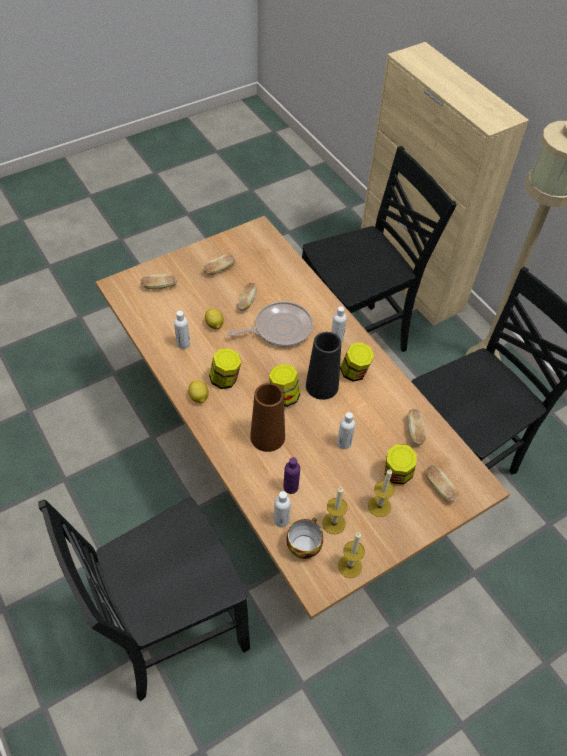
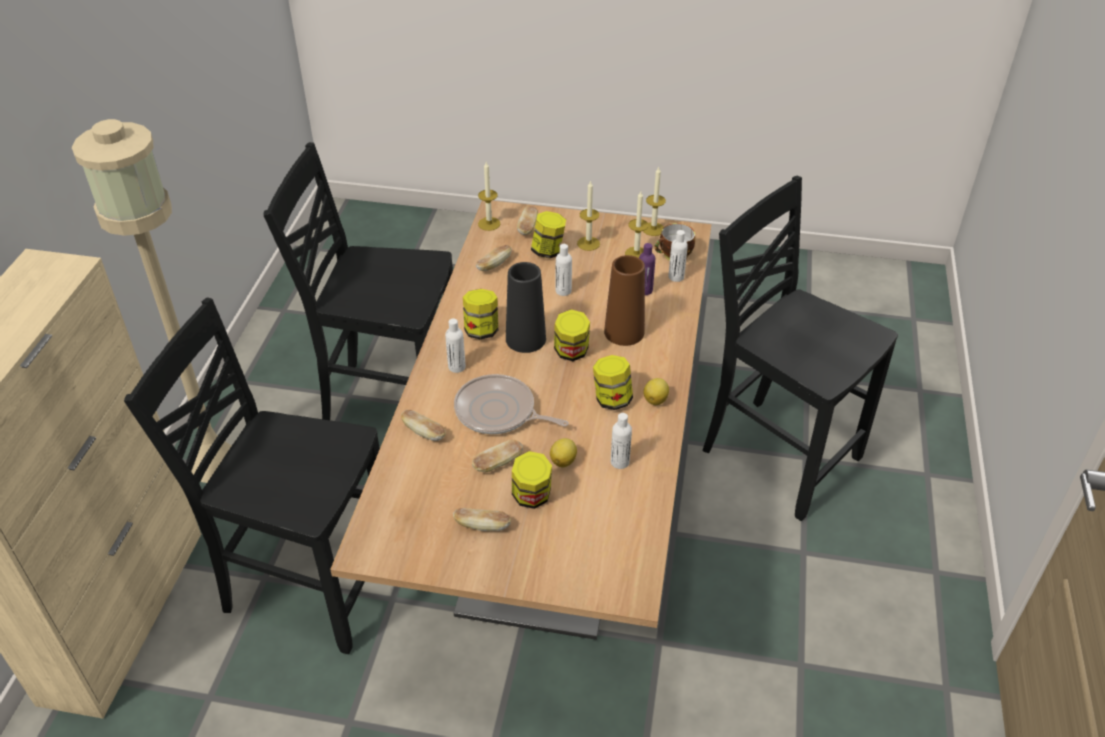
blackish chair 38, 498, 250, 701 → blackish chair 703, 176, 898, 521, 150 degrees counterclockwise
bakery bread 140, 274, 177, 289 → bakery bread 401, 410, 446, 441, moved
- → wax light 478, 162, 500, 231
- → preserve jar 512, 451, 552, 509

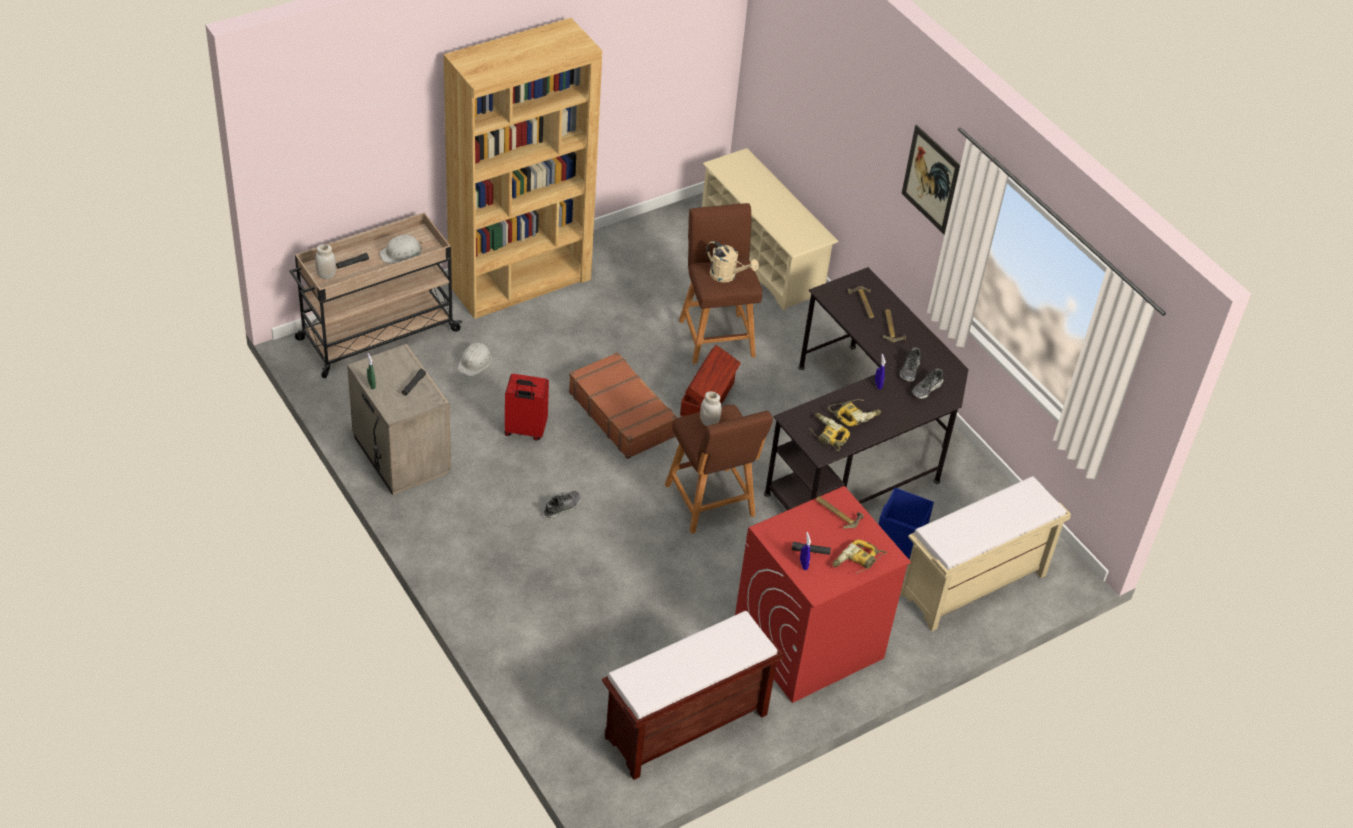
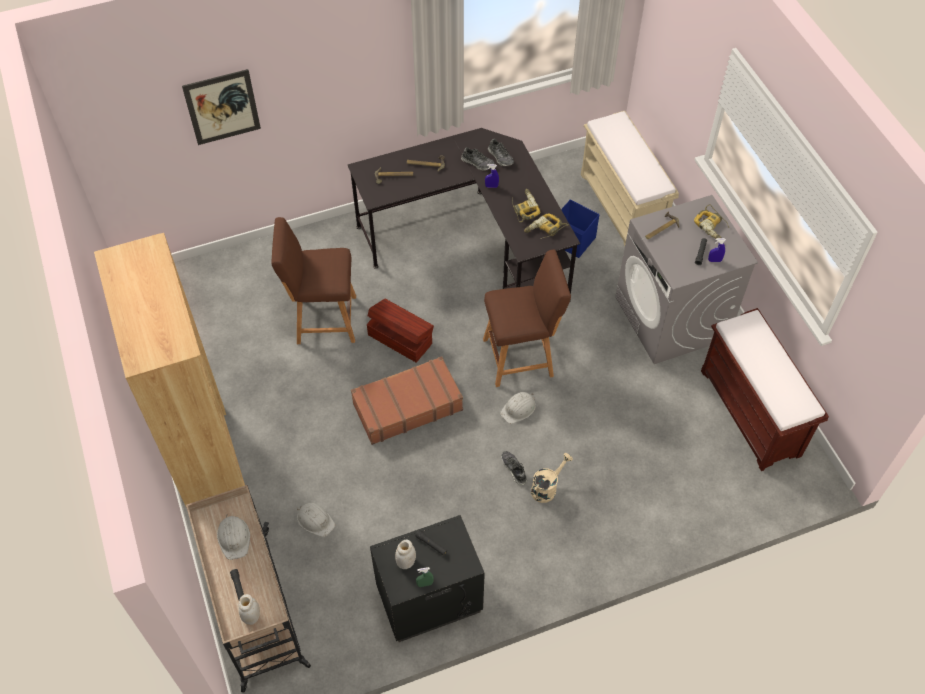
beige bedside table 347, 344, 451, 495 → blackish bedside table 370, 515, 485, 642
red travel case 504, 374, 549, 440 → -
white-coloured preserve jar 700, 391, 721, 426 → white-coloured preserve jar 395, 540, 416, 569, moved
beige shoe rack 702, 148, 839, 311 → -
beige watering can 707, 241, 759, 283 → beige watering can 531, 453, 573, 503, moved
red laundry appliance 735, 486, 911, 703 → greyish laundry appliance 615, 195, 758, 364
wall picture 901, 125, 960, 235 → wall picture 182, 69, 261, 145, moved
- → white-coloured work helmet 500, 392, 536, 424

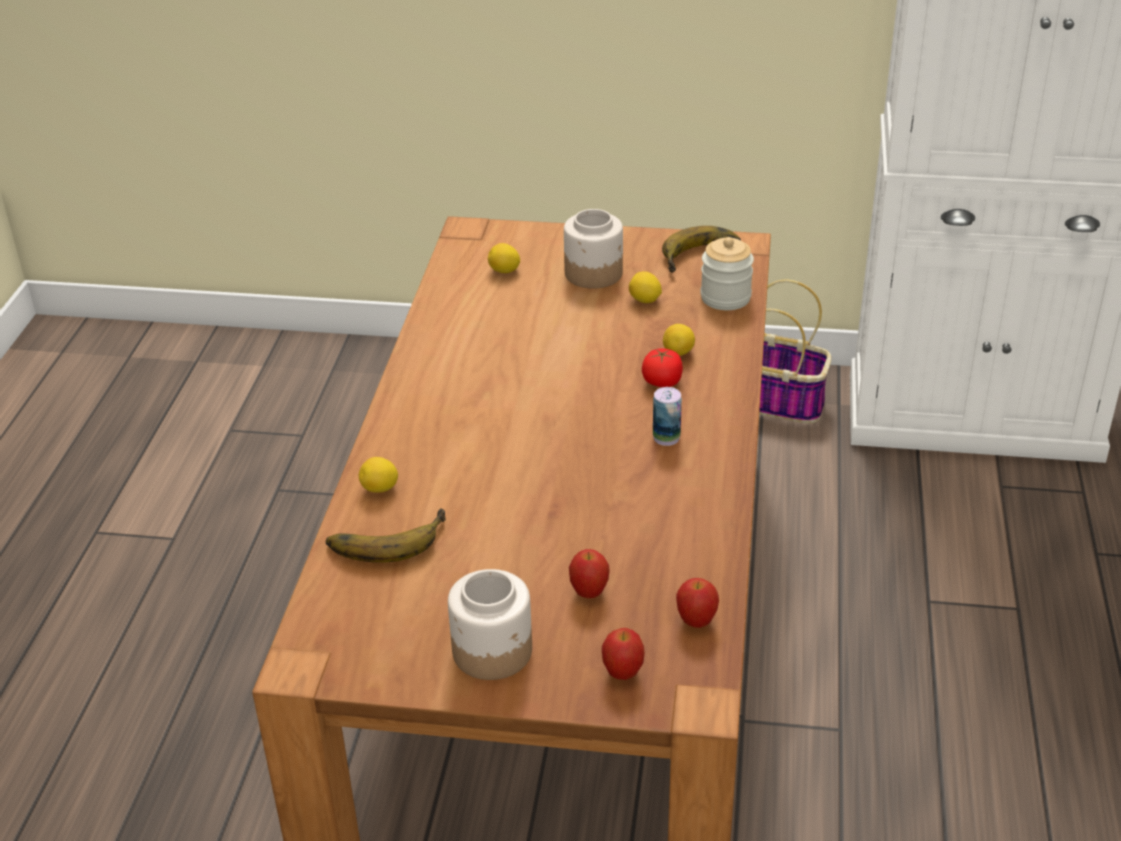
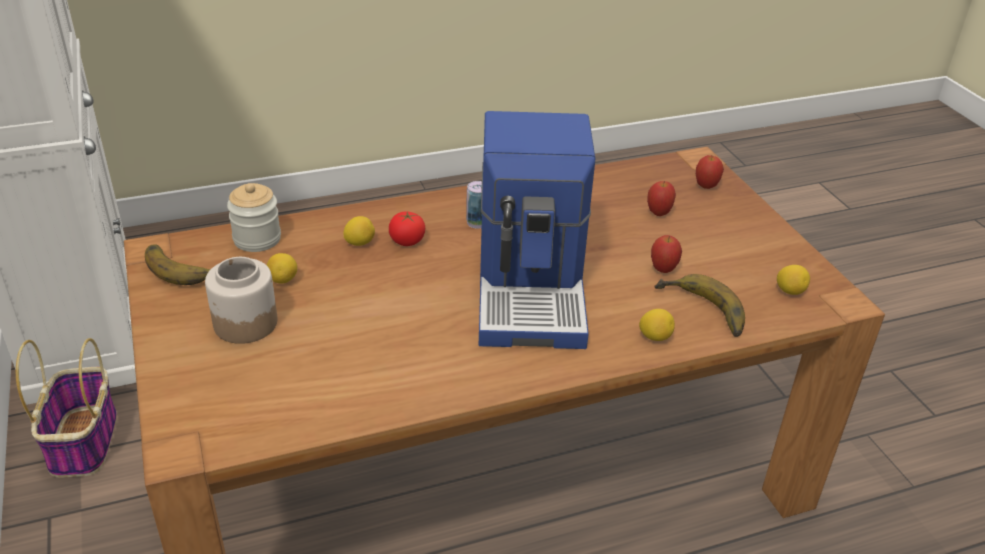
preserve jar 448, 569, 532, 680 → -
whole lemon 488, 243, 520, 273 → whole lemon 777, 265, 810, 295, moved
whole apple 676, 578, 719, 628 → whole apple 651, 235, 682, 273, moved
- → coffee brewer 479, 111, 595, 349

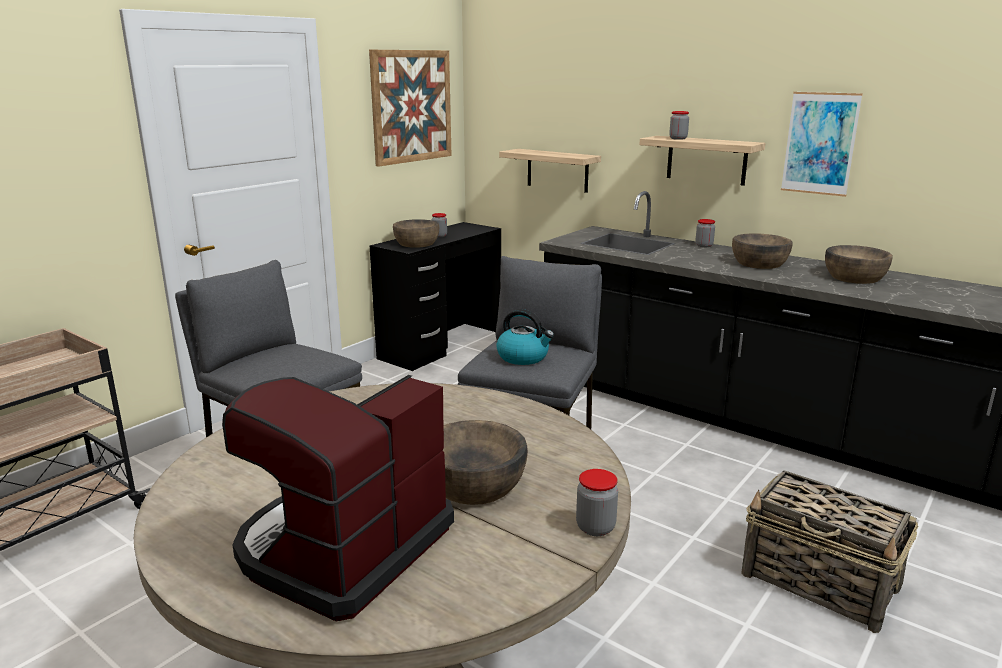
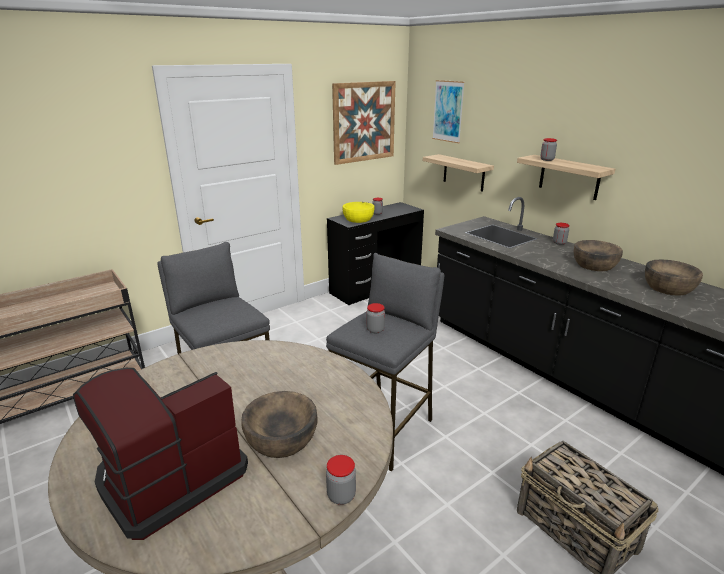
brownish deep dish 393, 219, 439, 248 → yellow deep dish 342, 202, 375, 223
kettle 496, 309, 554, 365 → preserve jar 366, 303, 385, 333
wall picture 781, 92, 863, 197 → wall picture 432, 80, 465, 143, moved

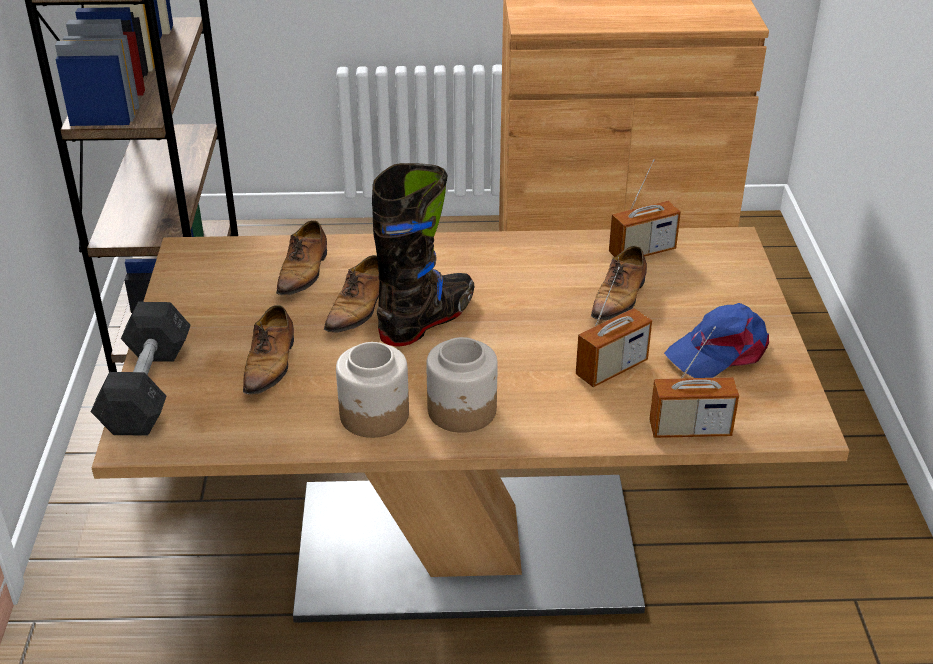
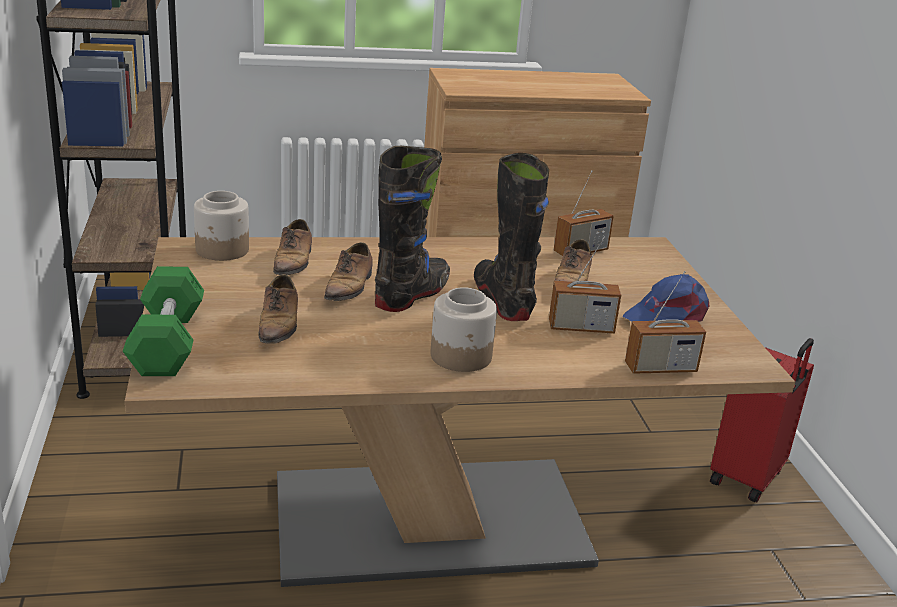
greyish free weight 91, 302, 191, 436 → green free weight 123, 266, 204, 376
preserve jar 336, 342, 409, 438 → preserve jar 194, 191, 249, 261, moved
radio 576, 267, 652, 387 → radio 549, 236, 621, 333, 45 degrees clockwise
- → blackish boot 474, 153, 549, 321
- → red travel case 710, 338, 814, 502

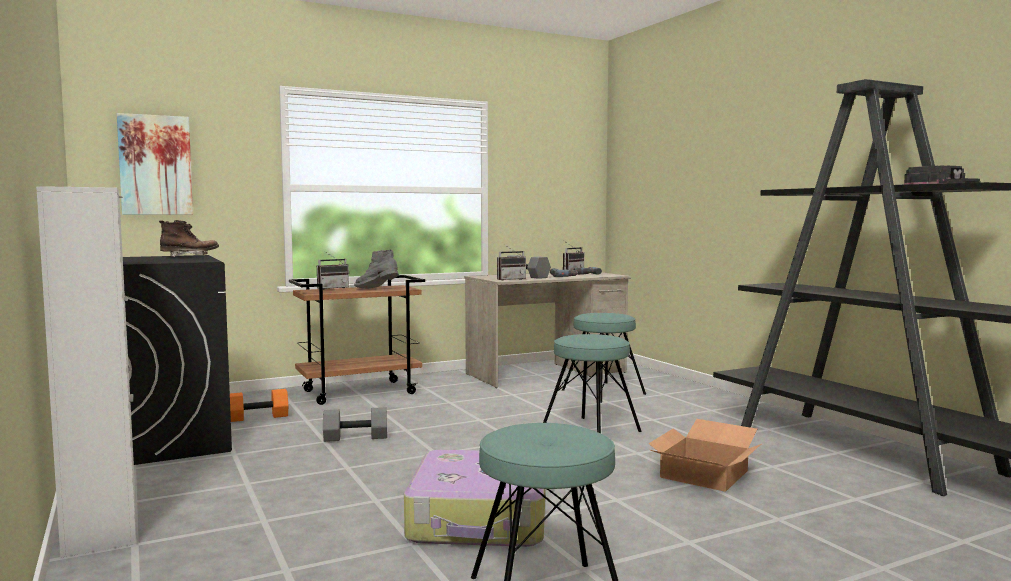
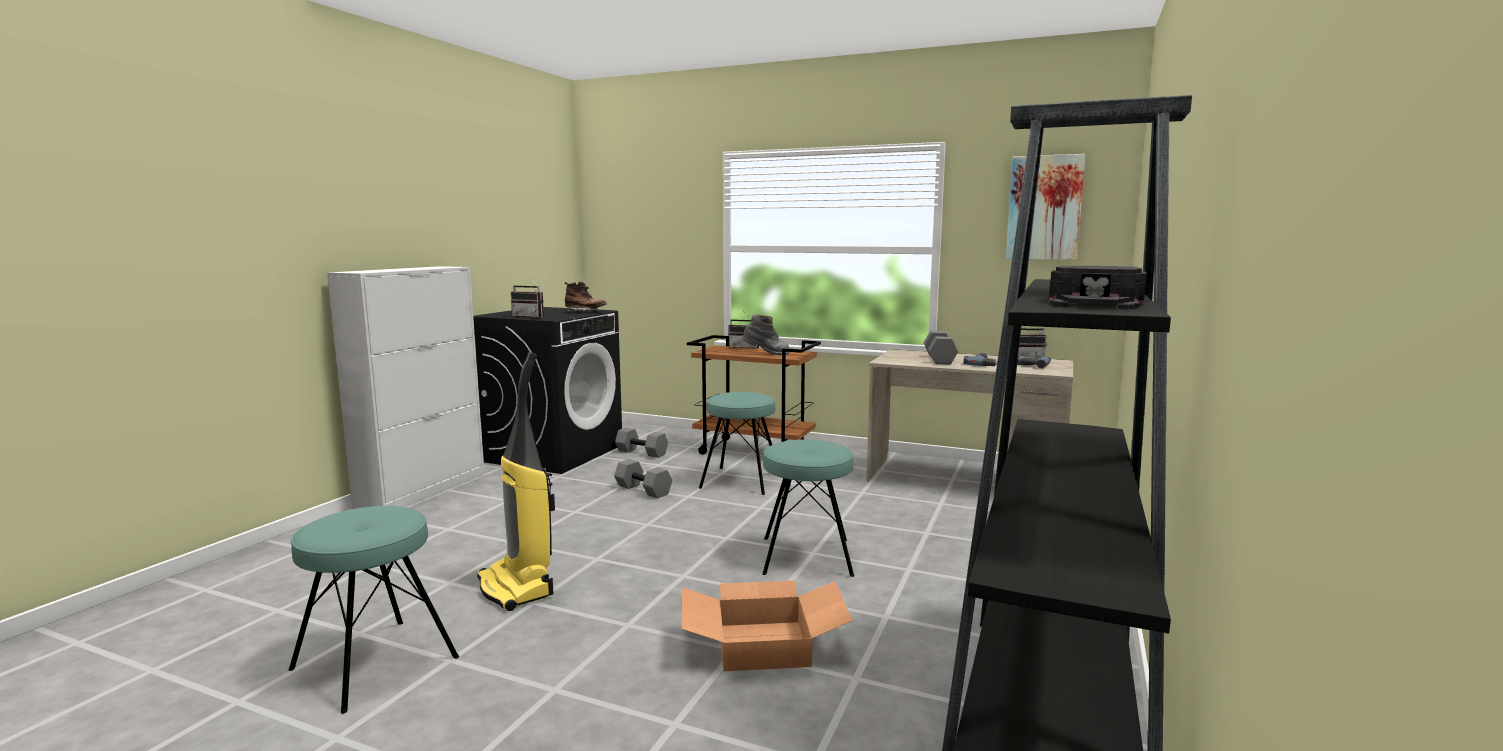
wall picture 117, 113, 193, 215 → wall picture 1006, 154, 1085, 260, moved
orange-coloured free weight 230, 389, 288, 422 → greyish free weight 615, 427, 668, 458
greyish boot 354, 249, 399, 289 → greyish boot 742, 315, 789, 355, 105 degrees clockwise
travel case 404, 450, 545, 547 → hoover 477, 352, 555, 611
radio 497, 244, 527, 281 → radio 511, 277, 544, 318, moved
turquoise-coloured sitting stool 562, 313, 646, 403 → turquoise-coloured sitting stool 699, 392, 775, 495, moved

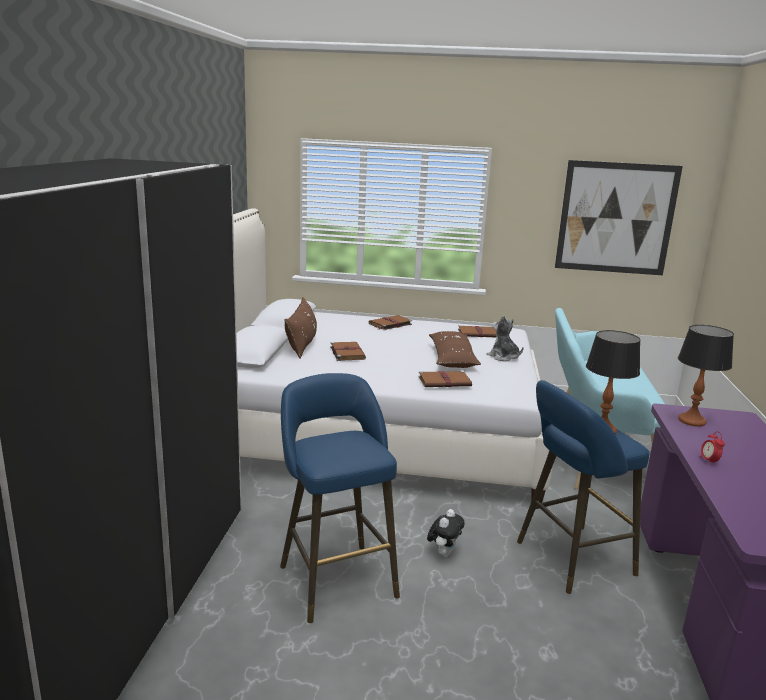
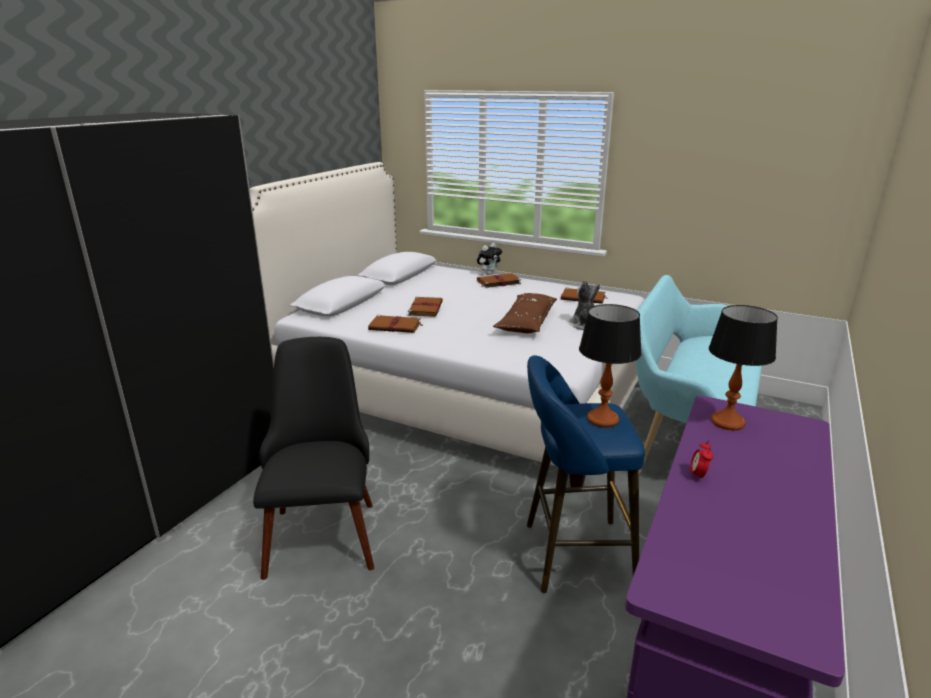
blue sitting stool 280, 373, 400, 623 → blackish chair 253, 337, 374, 580
brownish pillow 284, 297, 317, 358 → -
brownish book 418, 371, 472, 387 → brownish book 368, 315, 422, 333, moved
soft toy 427, 509, 465, 557 → soft toy 477, 243, 502, 275, moved
wall picture 555, 160, 683, 275 → -

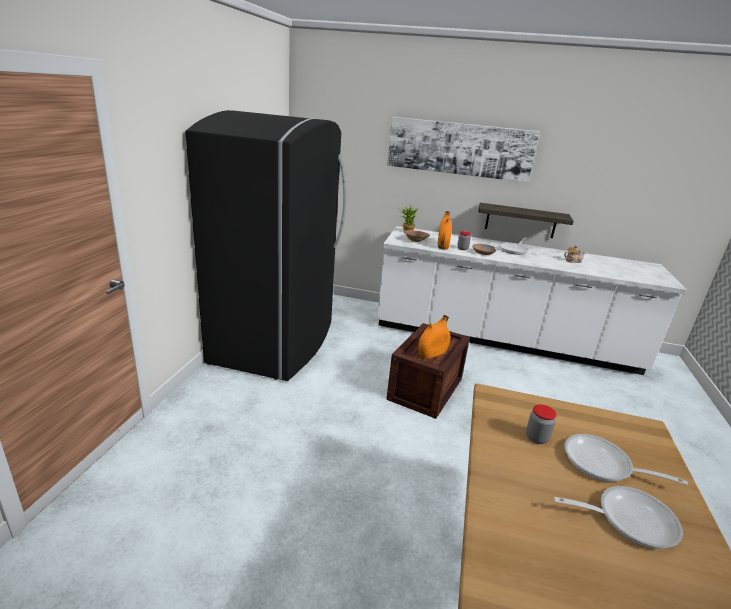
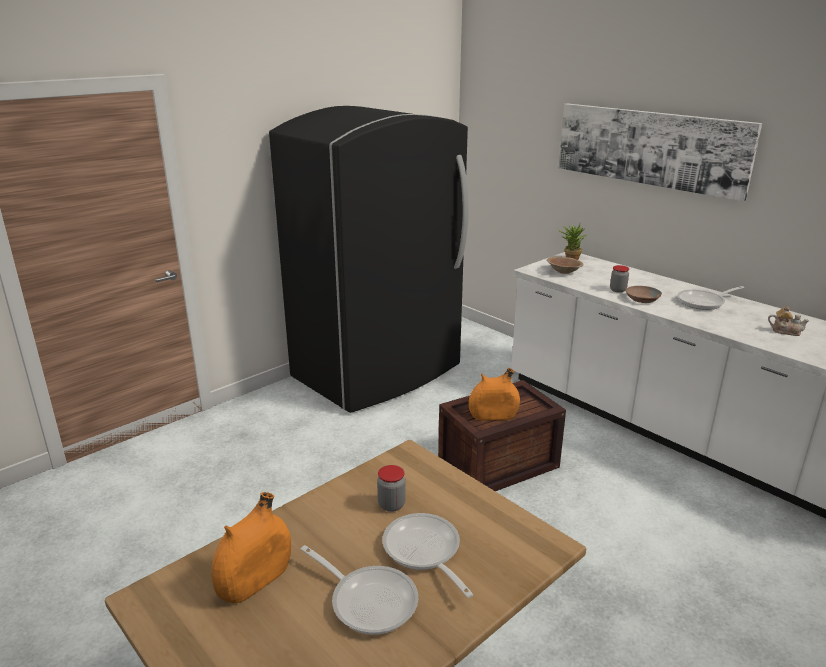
orange-coloured decorative vase 438, 211, 452, 250 → orange-coloured decorative vase 211, 492, 291, 603, moved
shelf 478, 203, 574, 238 → -

